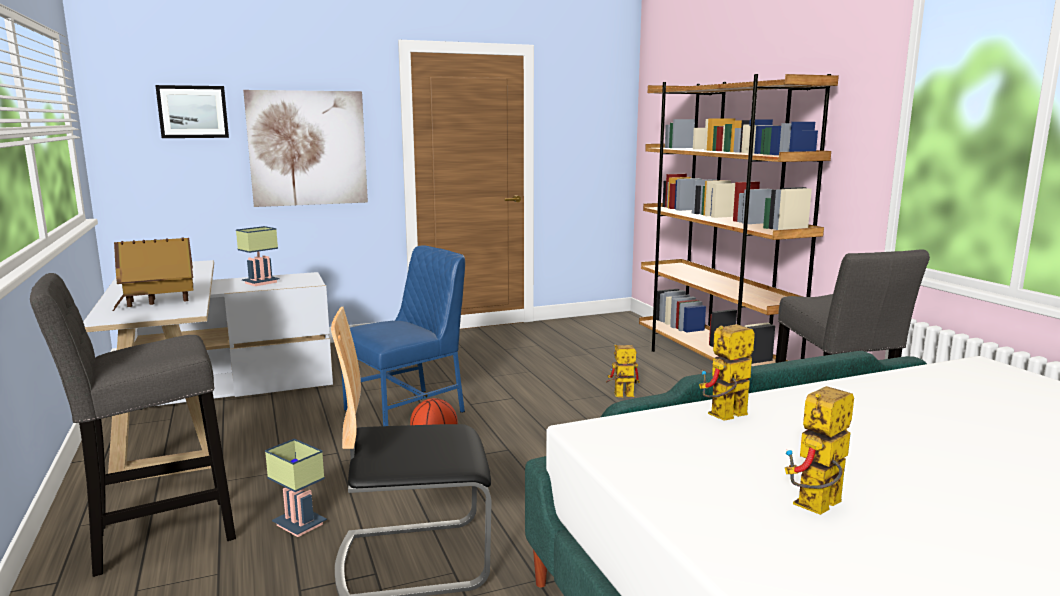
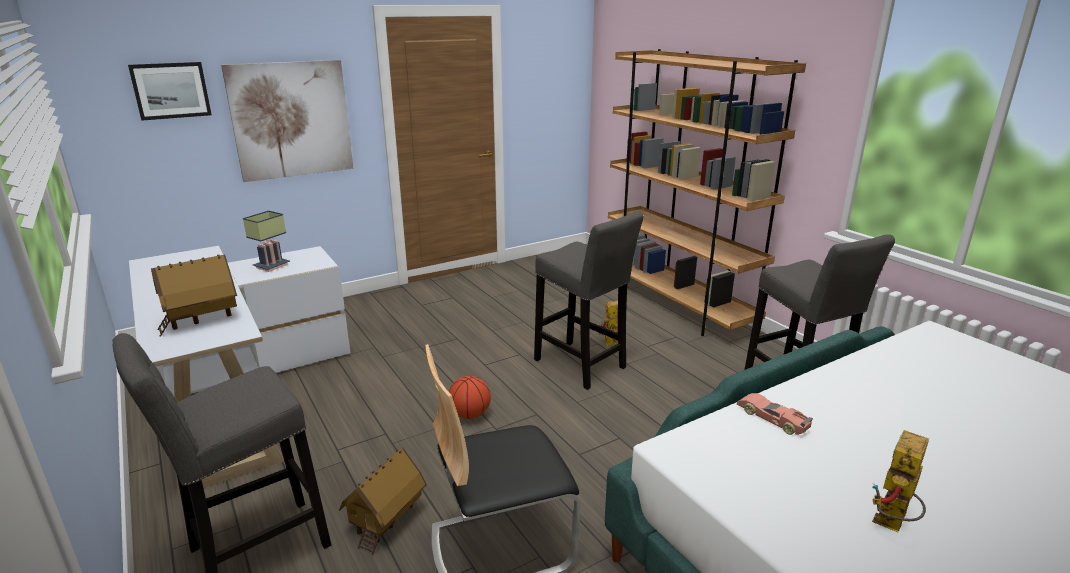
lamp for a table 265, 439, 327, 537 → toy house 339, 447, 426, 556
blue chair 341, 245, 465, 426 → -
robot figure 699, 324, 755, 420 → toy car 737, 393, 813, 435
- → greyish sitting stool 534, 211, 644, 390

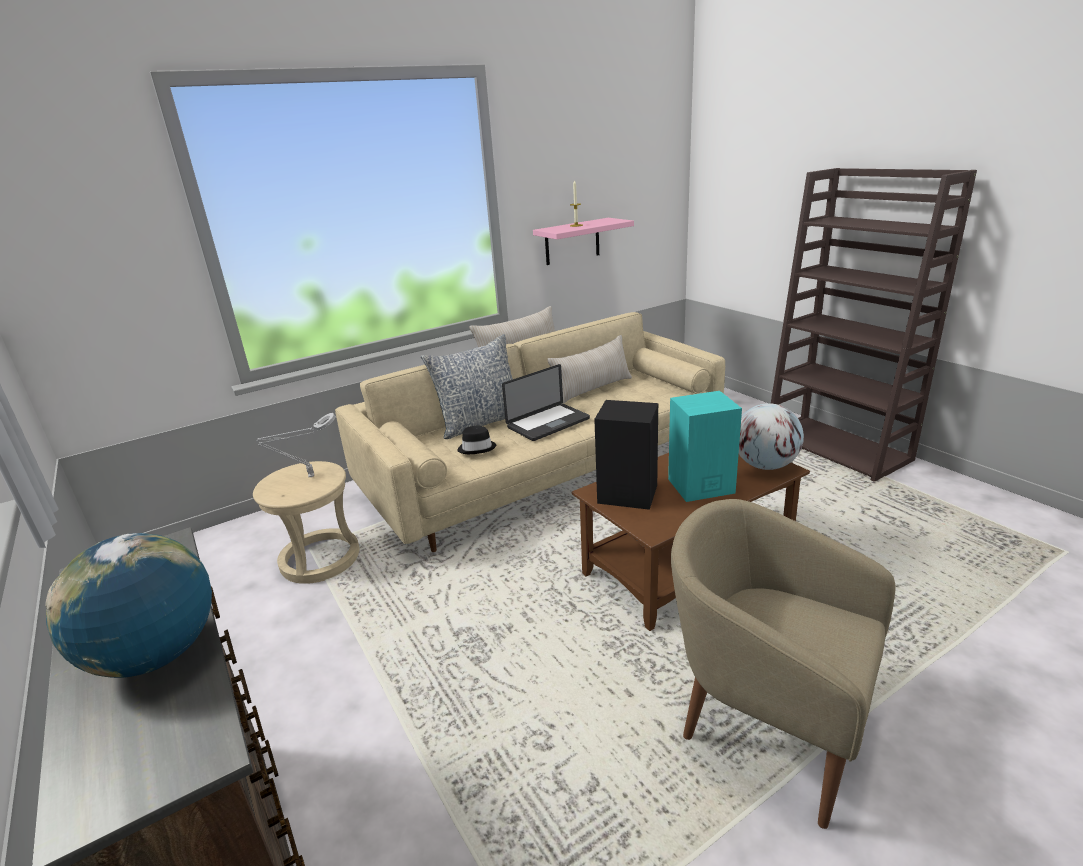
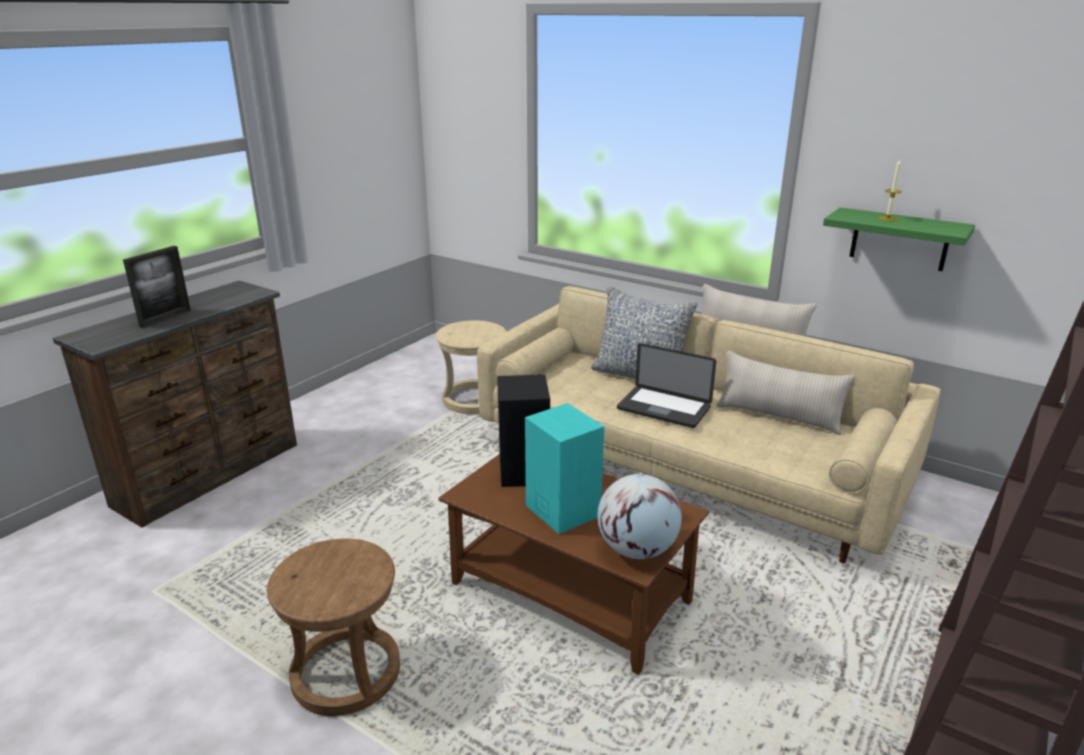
desk globe 45, 533, 212, 678 → picture frame 123, 246, 191, 328
greyish lamp for a table 256, 413, 336, 478 → -
blackish wearable hat 457, 426, 496, 454 → -
pinkish shelf 533, 218, 634, 265 → green shelf 823, 207, 975, 271
beige easy chair 671, 499, 896, 829 → brownish sitting stool 267, 538, 400, 717

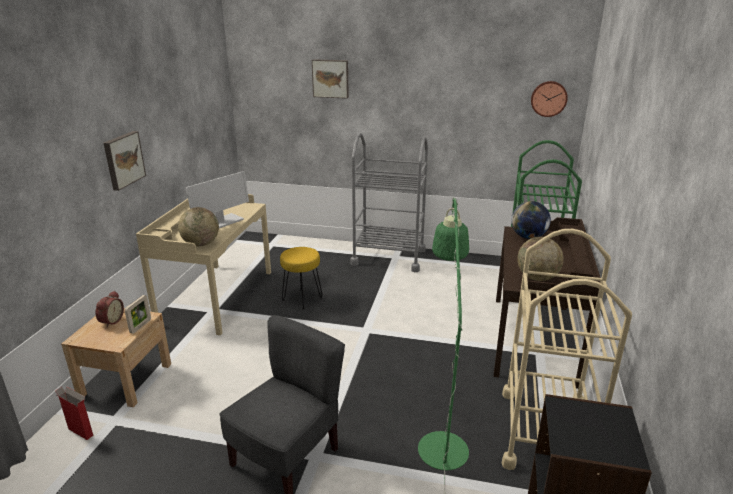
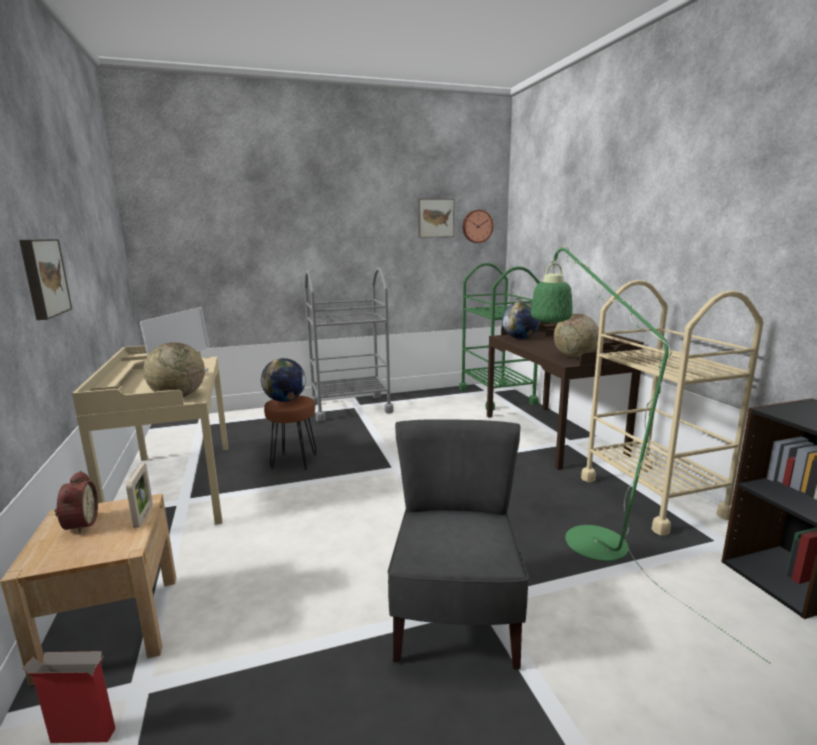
yellow sitting stool 280, 247, 323, 310 → brownish sitting stool 264, 395, 317, 470
wall picture 312, 59, 349, 99 → wall picture 418, 199, 454, 238, moved
- → desk globe 261, 358, 306, 402

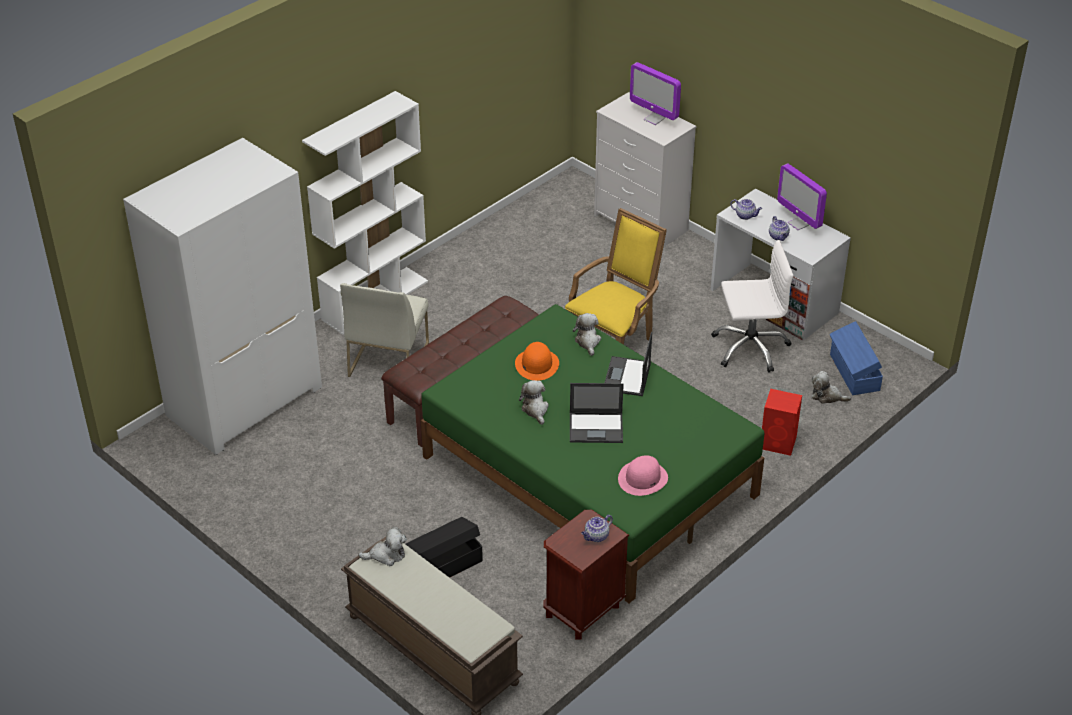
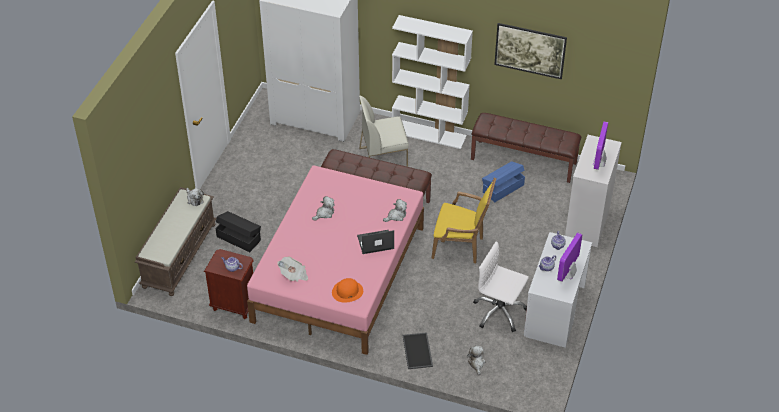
green sleeping bed 421, 304, 765, 603 → pinkish sleeping bed 247, 165, 424, 355
orange-coloured wearable hat 515, 342, 559, 381 → orange-coloured wearable hat 332, 278, 363, 303, moved
portable computer 570, 383, 624, 443 → -
pinkish wearable hat 618, 455, 668, 496 → daily paper 277, 257, 308, 282
white-coloured computer chair 711, 240, 793, 373 → white-coloured computer chair 473, 241, 529, 332, 150 degrees clockwise
red speaker 762, 389, 802, 456 → carrying tray 402, 332, 433, 369
blue storage container 830, 321, 883, 395 → blue storage container 482, 161, 525, 202, moved
- → brownish bench 471, 113, 582, 183
- → wall picture 494, 23, 567, 79

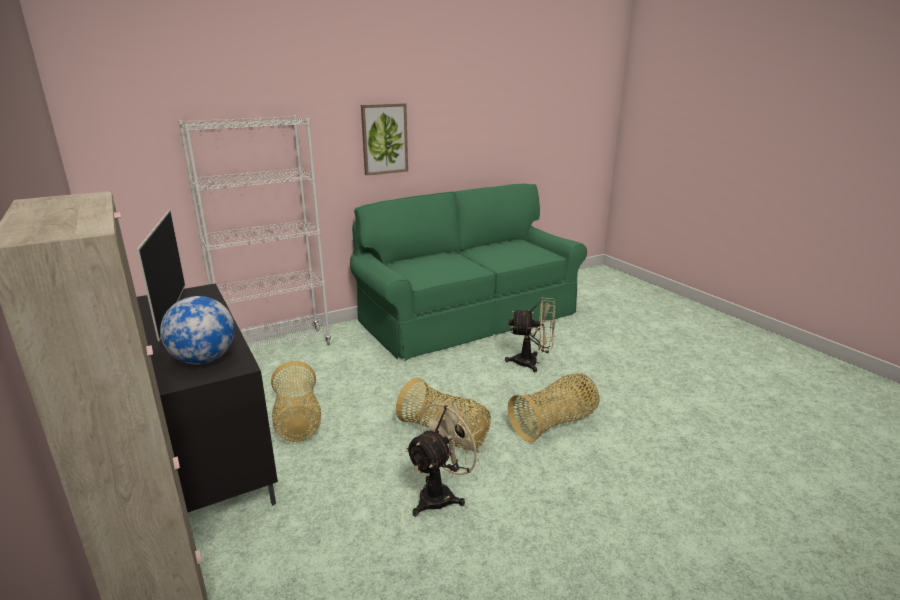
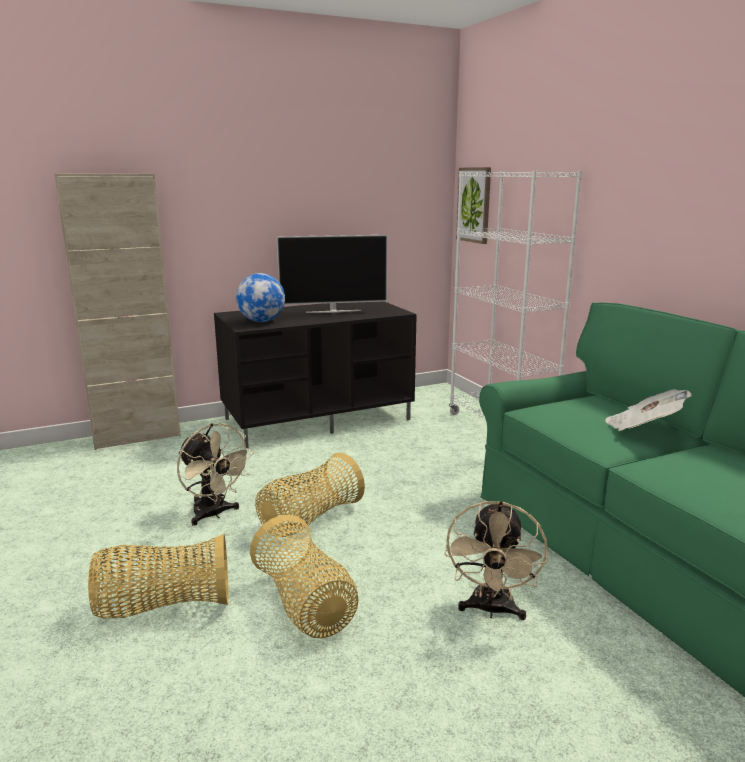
household basket 271, 361, 321, 442 → household basket 88, 534, 228, 619, moved
wall picture 361, 103, 408, 176 → wall picture 456, 167, 491, 244, moved
- → daily paper 605, 389, 692, 431

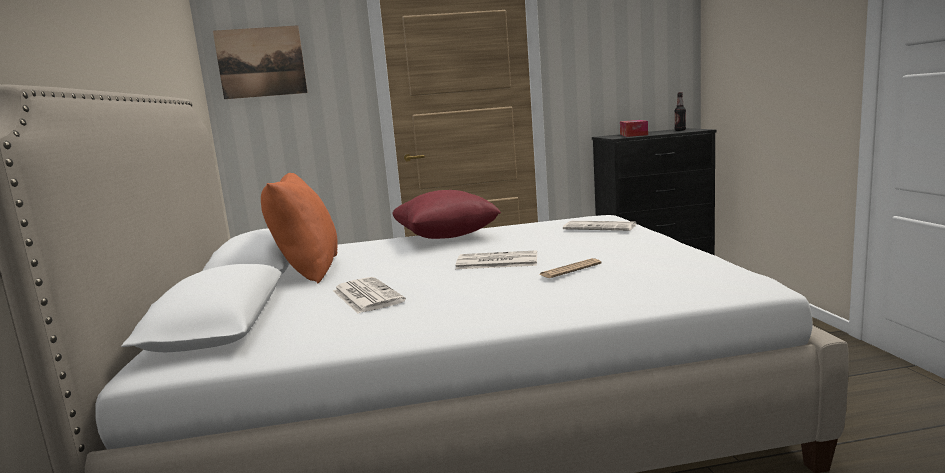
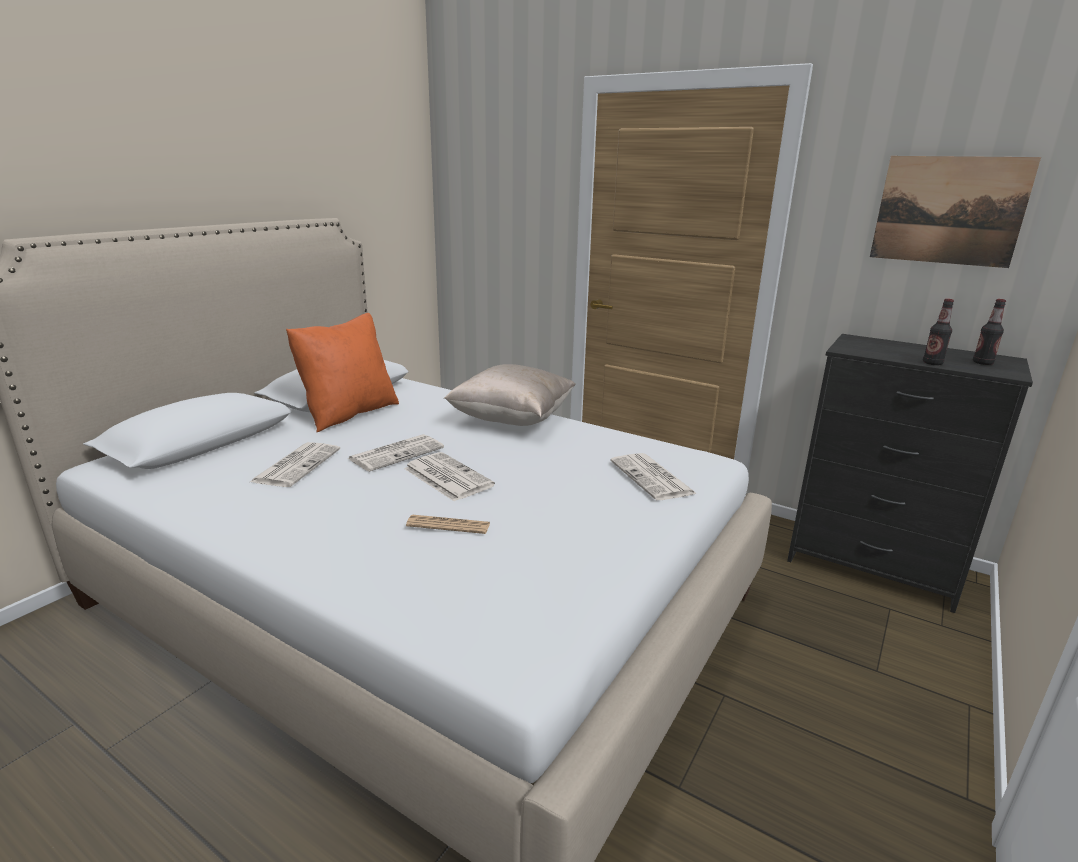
wall picture 213, 25, 308, 99 → wall picture 870, 156, 1041, 268, moved
red pillow 392, 190, 501, 239 → beige pillow 444, 364, 576, 426
box of tissues 620, 120, 648, 137 → -
- → daily paper 347, 434, 444, 472
- → beverage bottle 923, 299, 954, 365

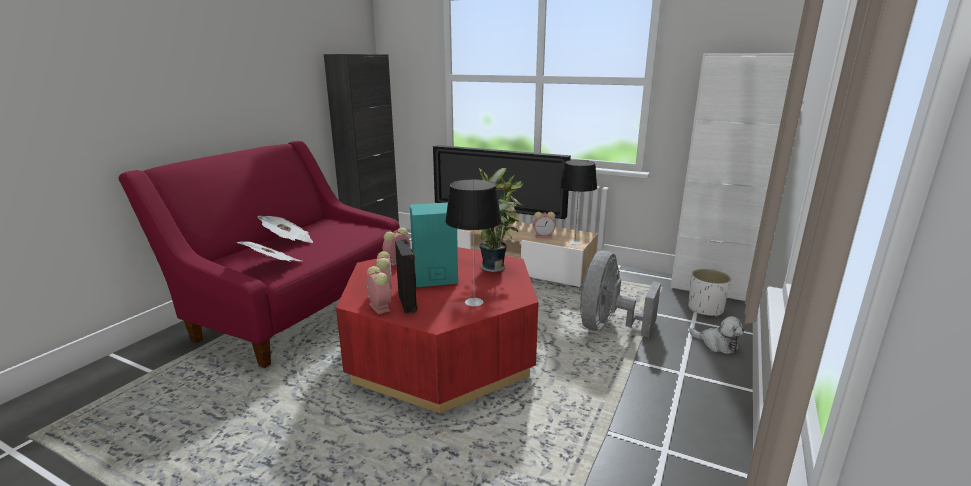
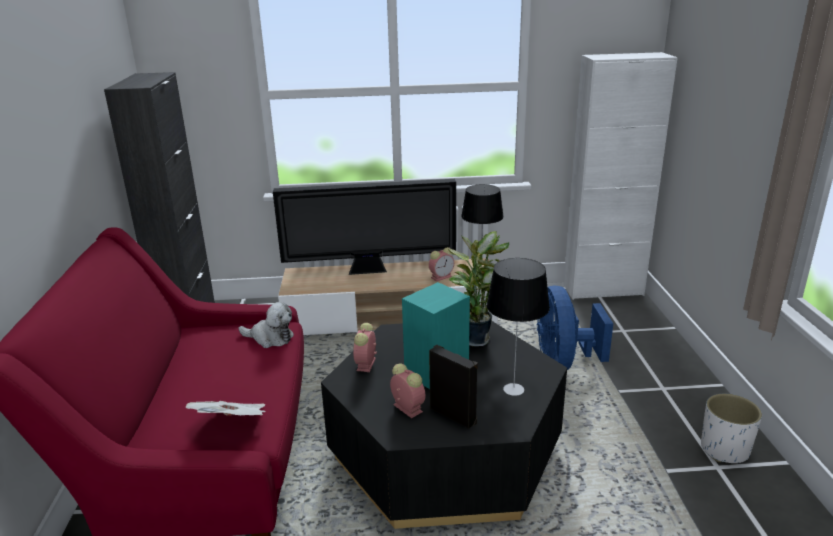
daily paper 258, 216, 314, 243 → -
red low table 336, 247, 538, 413 → blackish low table 321, 321, 567, 529
bedside clock 366, 266, 391, 314 → -
greyish fan 580, 251, 661, 337 → blue fan 536, 286, 613, 370
white-coloured plant pot 688, 269, 731, 317 → white-coloured plant pot 701, 394, 762, 463, moved
soft toy 689, 316, 744, 354 → soft toy 238, 302, 294, 348, moved

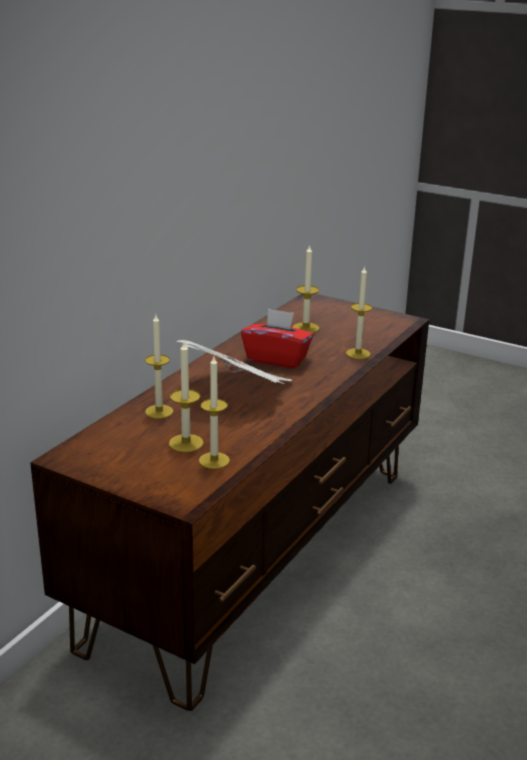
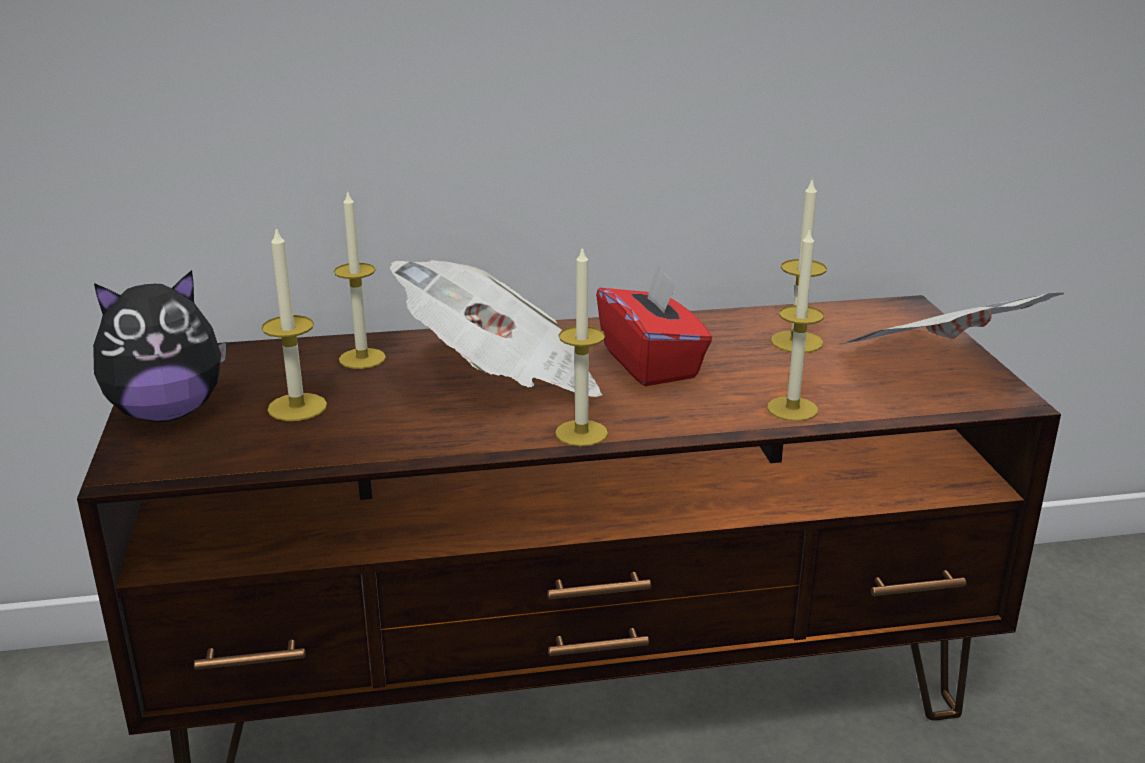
wax light 199, 356, 230, 469 → wax light 555, 246, 608, 446, moved
- → soft toy 93, 270, 226, 422
- → daily paper 841, 293, 1064, 344

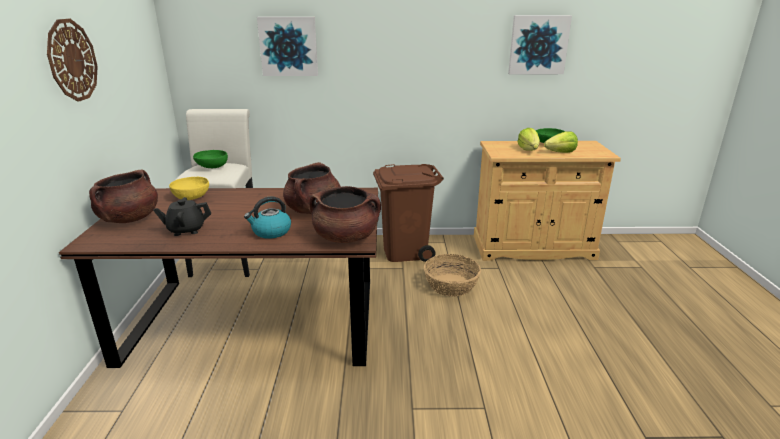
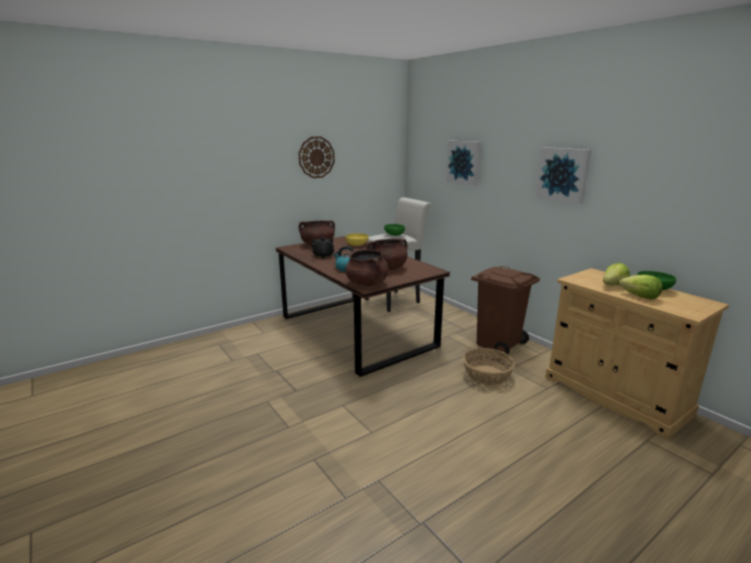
wall picture 508, 15, 572, 74 → wall picture 536, 147, 591, 204, moved

